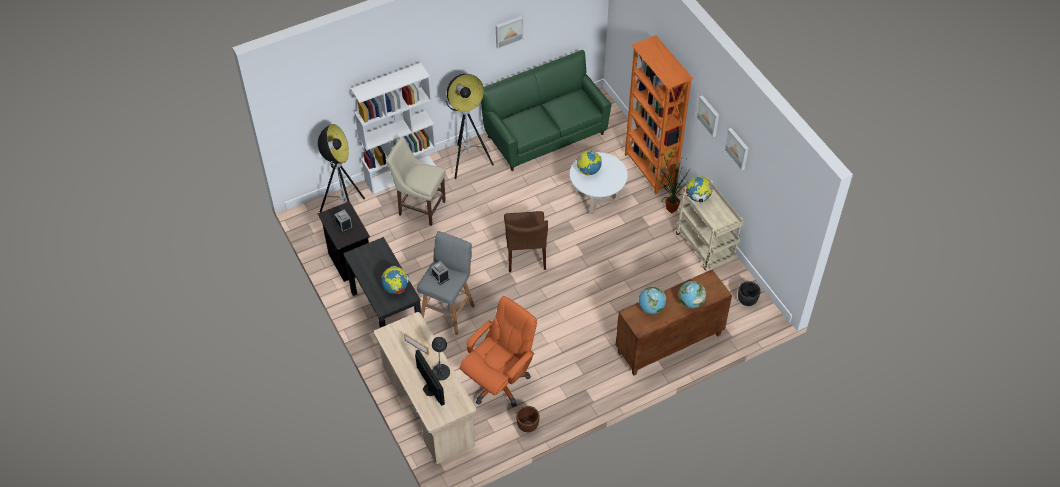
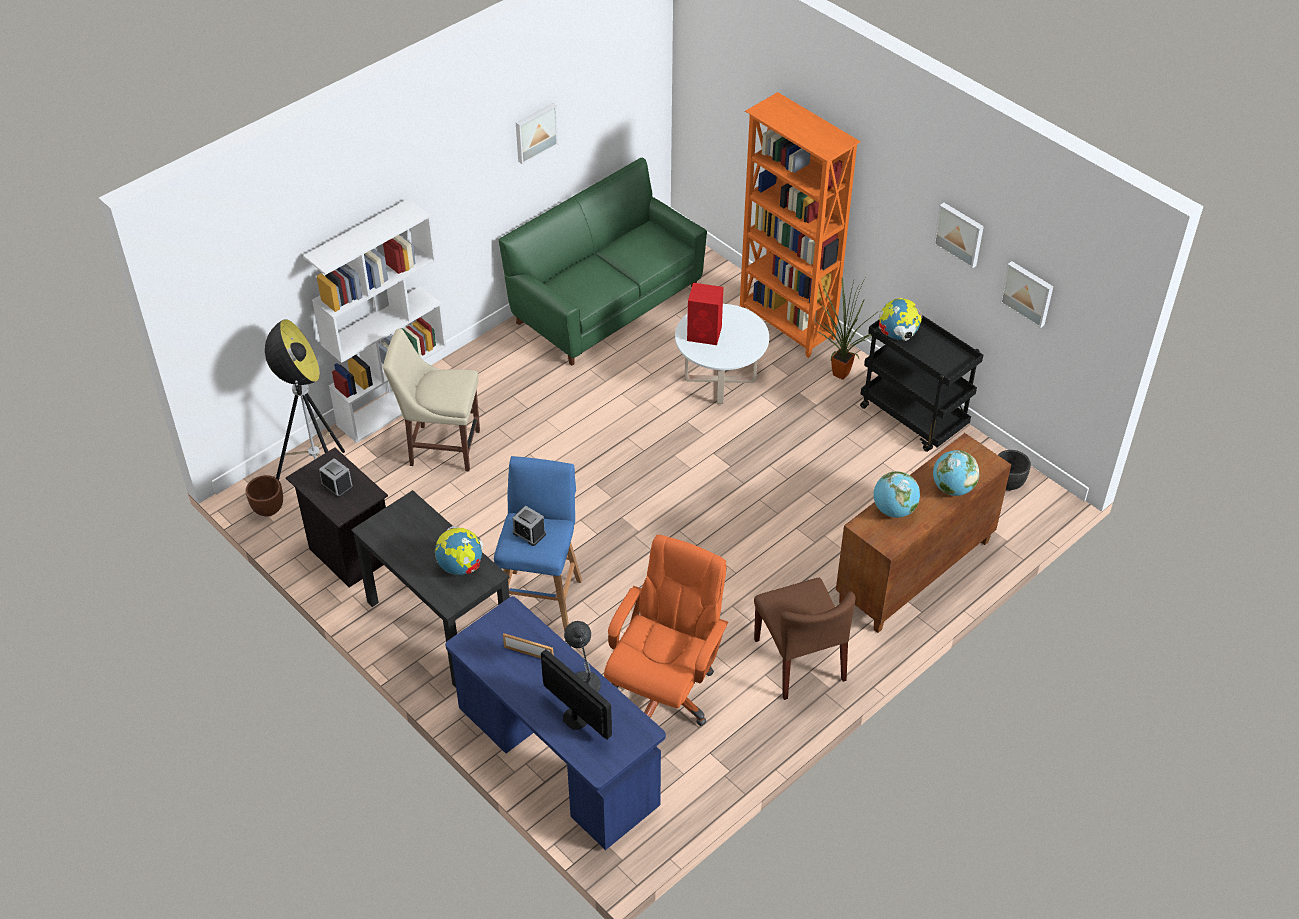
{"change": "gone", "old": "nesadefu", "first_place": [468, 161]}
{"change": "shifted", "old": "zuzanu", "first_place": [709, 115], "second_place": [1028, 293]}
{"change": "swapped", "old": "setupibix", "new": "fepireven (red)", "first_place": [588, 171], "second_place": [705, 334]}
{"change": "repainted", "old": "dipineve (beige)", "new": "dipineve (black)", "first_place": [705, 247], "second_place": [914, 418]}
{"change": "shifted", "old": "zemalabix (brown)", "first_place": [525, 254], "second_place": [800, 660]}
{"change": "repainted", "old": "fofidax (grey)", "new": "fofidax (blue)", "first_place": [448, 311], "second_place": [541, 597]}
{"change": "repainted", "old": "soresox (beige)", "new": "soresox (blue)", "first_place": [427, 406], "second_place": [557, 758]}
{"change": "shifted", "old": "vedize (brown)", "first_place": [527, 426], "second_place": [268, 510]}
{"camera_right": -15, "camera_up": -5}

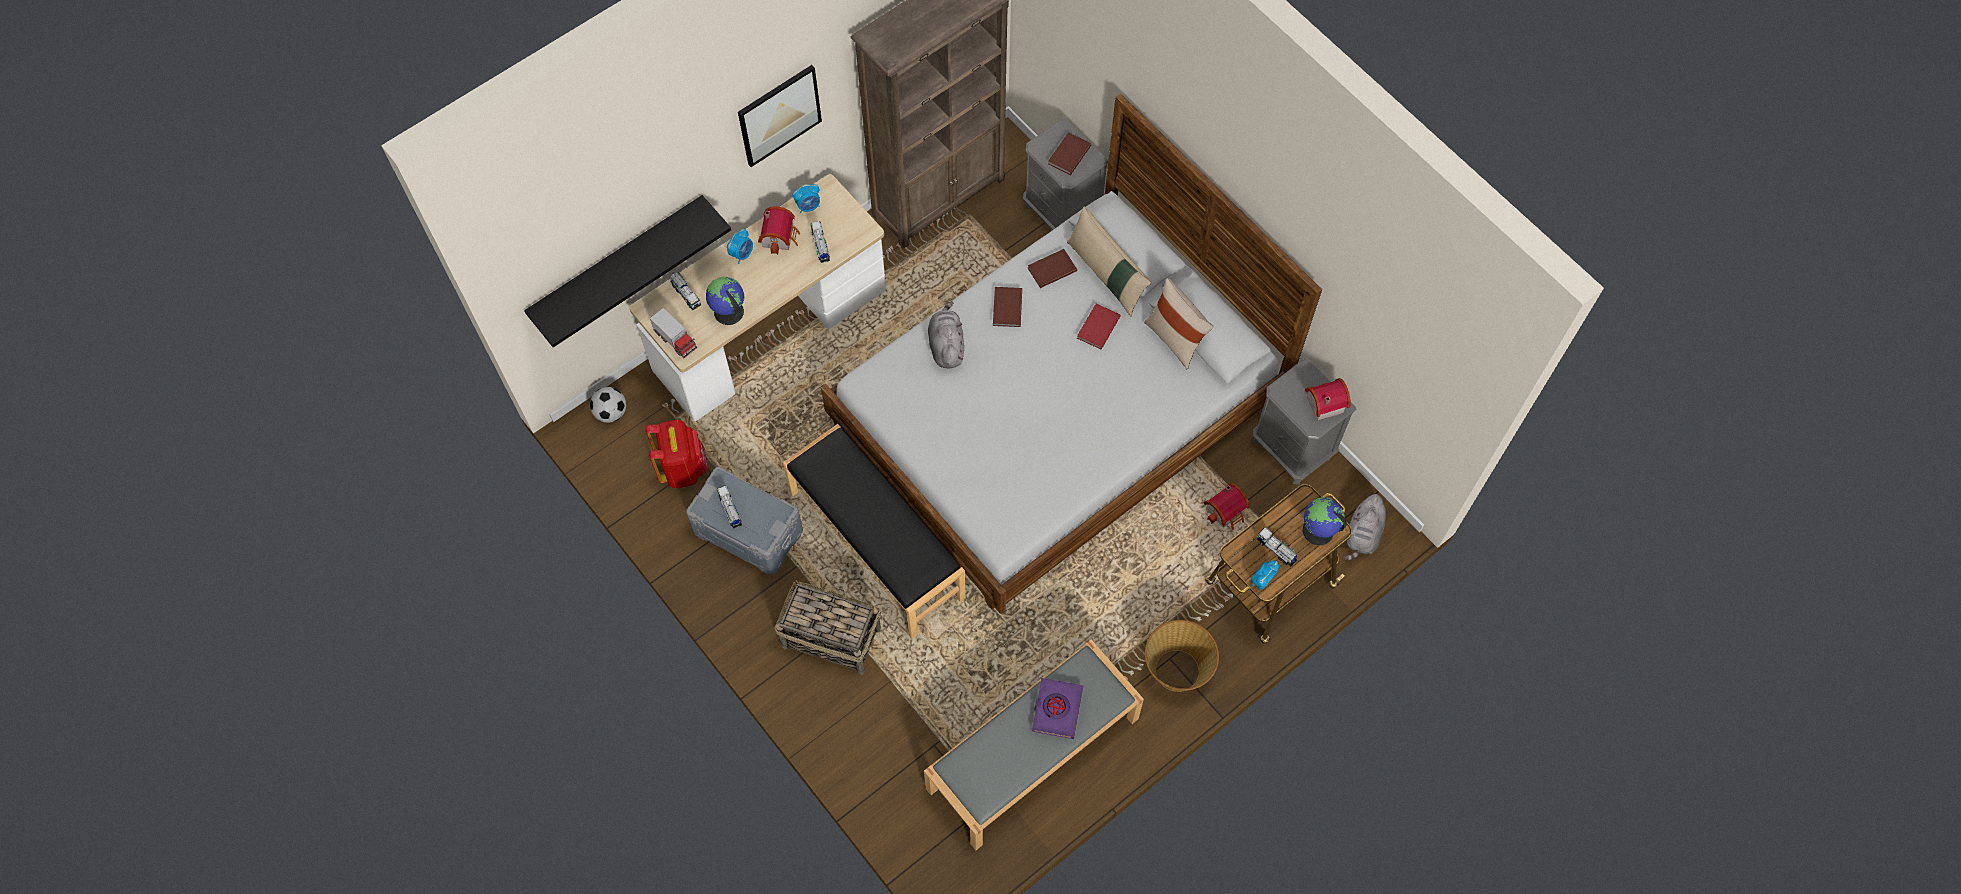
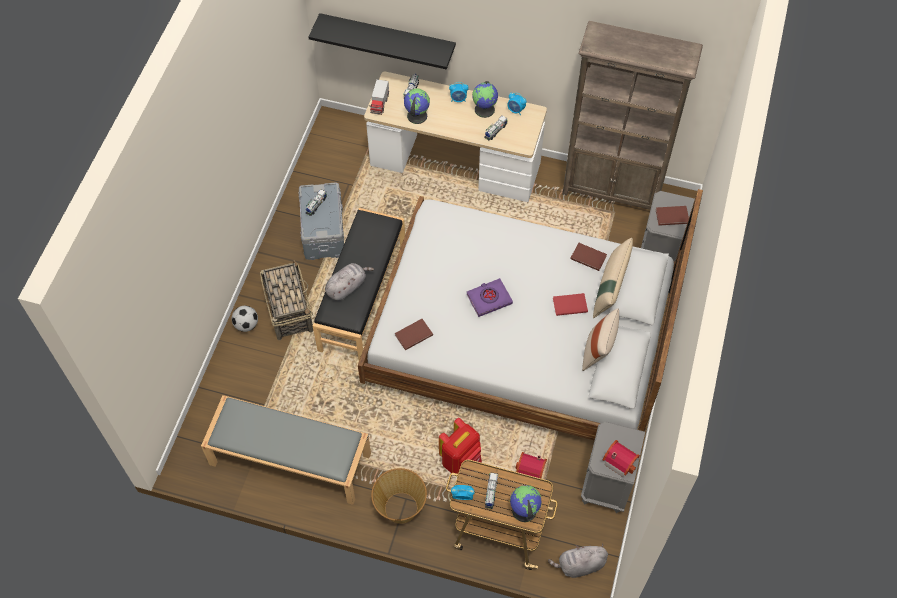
{"change": "gone", "old": "zuzanu", "first_place": [779, 115]}
{"change": "swapped", "old": "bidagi", "new": "setupibix", "first_place": [780, 236], "second_place": [485, 109]}
{"change": "shifted", "old": "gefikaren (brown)", "first_place": [1006, 308], "second_place": [413, 334]}
{"change": "shifted", "old": "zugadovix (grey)", "first_place": [946, 345], "second_place": [347, 287]}
{"change": "shifted", "old": "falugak", "first_place": [611, 412], "second_place": [246, 325]}
{"change": "shifted", "old": "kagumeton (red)", "first_place": [683, 468], "second_place": [461, 460]}
{"change": "shifted", "old": "gefikaren (purple)", "first_place": [1056, 709], "second_place": [489, 299]}
{"camera_right": 55, "camera_up": -5}

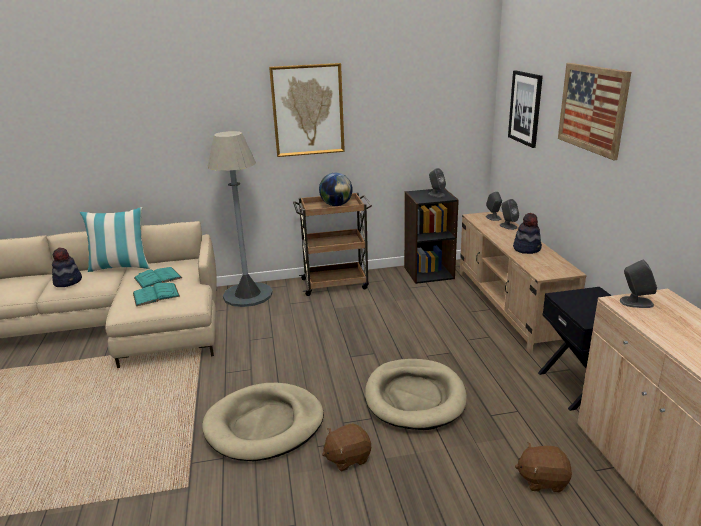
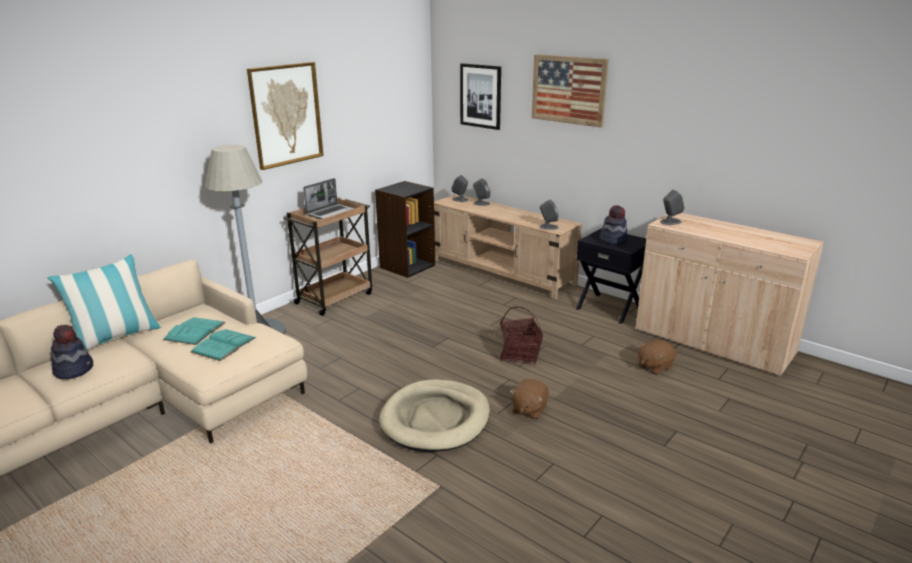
{"change": "shifted", "old": "fepireven (grey)", "first_place": [436, 194], "second_place": [548, 227]}
{"change": "swapped", "old": "setupibix", "new": "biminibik", "first_place": [336, 205], "second_place": [331, 212]}
{"change": "shifted", "old": "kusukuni", "first_place": [527, 248], "second_place": [613, 240]}
{"change": "swapped", "old": "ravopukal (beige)", "new": "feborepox", "first_place": [415, 397], "second_place": [519, 354]}
{"camera_right": -40, "camera_up": 0}

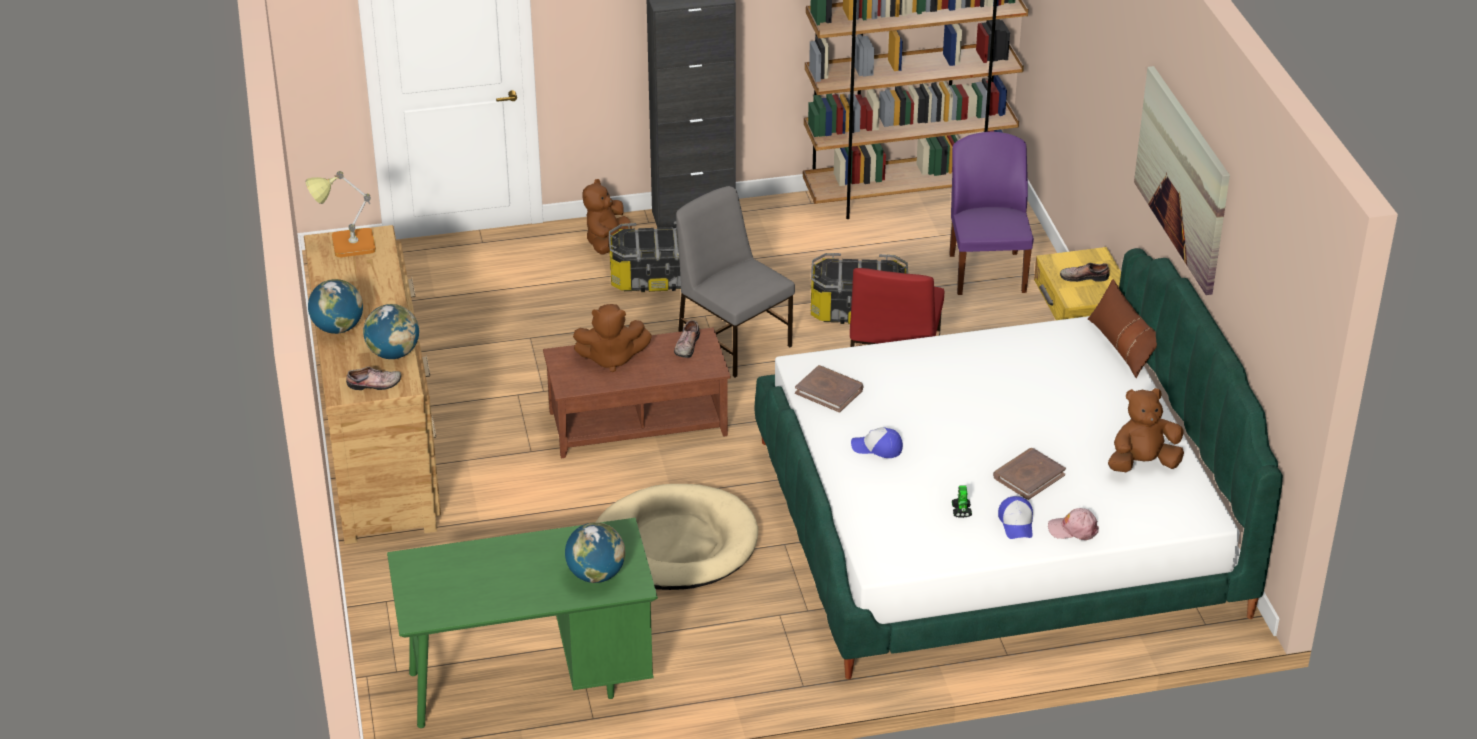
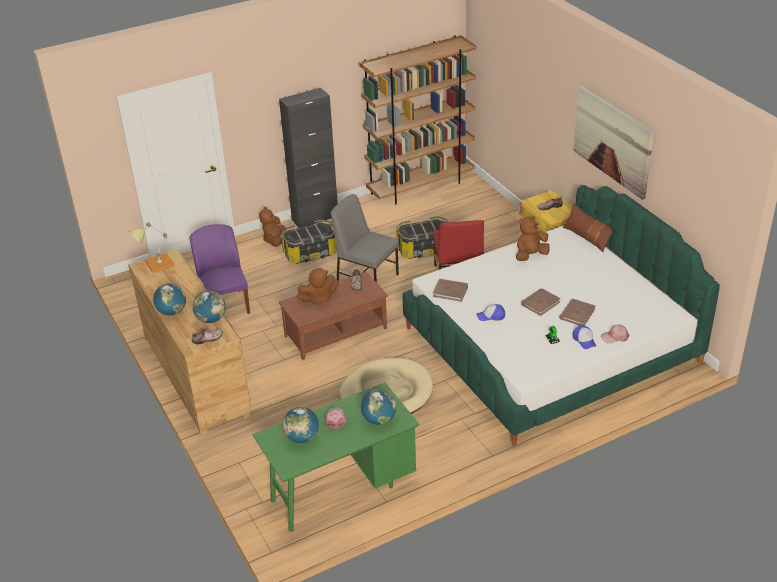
{"change": "shifted", "old": "zemalabix (purple)", "first_place": [987, 272], "second_place": [225, 305]}
{"change": "shifted", "old": "zugadovix (brown)", "first_place": [1142, 464], "second_place": [530, 255]}
{"change": "new", "new": "gefikaren (brown)", "second_place": [540, 303]}
{"change": "new", "new": "setupibix", "second_place": [302, 437]}
{"change": "new", "new": "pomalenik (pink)", "second_place": [335, 419]}
{"camera_right": -15, "camera_up": 0}

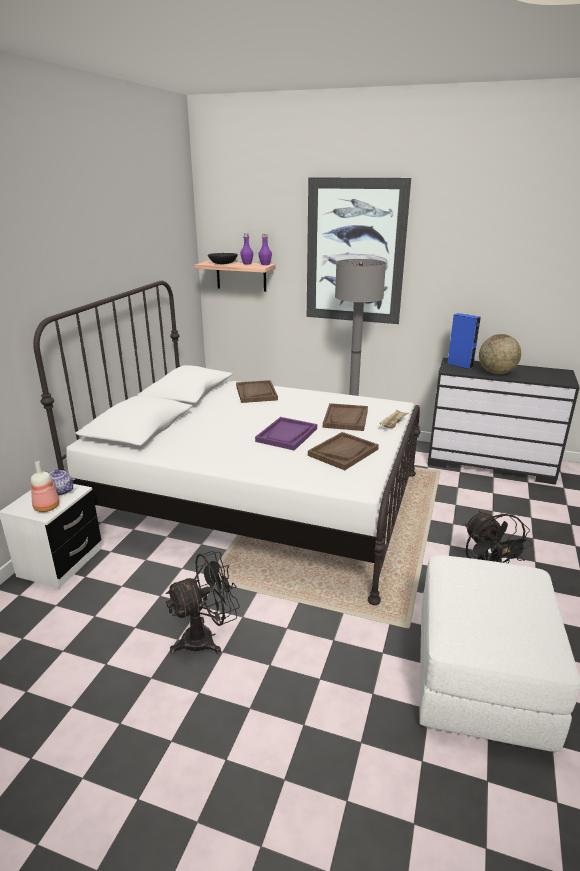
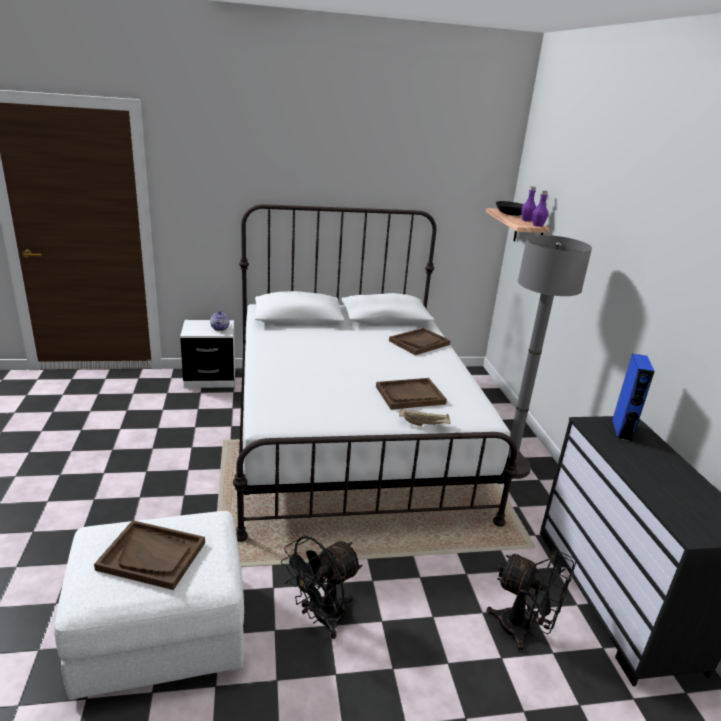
{"change": "gone", "old": "zuzanu", "first_place": [355, 252]}
{"change": "gone", "old": "setupibix", "first_place": [496, 373]}
{"change": "gone", "old": "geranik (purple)", "first_place": [287, 435]}
{"change": "shifted", "old": "geranik (brown)", "first_place": [343, 452], "second_place": [152, 556]}
{"change": "gone", "old": "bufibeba", "first_place": [47, 508]}
{"change": "shifted", "old": "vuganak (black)", "first_place": [206, 638], "second_place": [523, 630]}
{"camera_right": 60, "camera_up": 0}

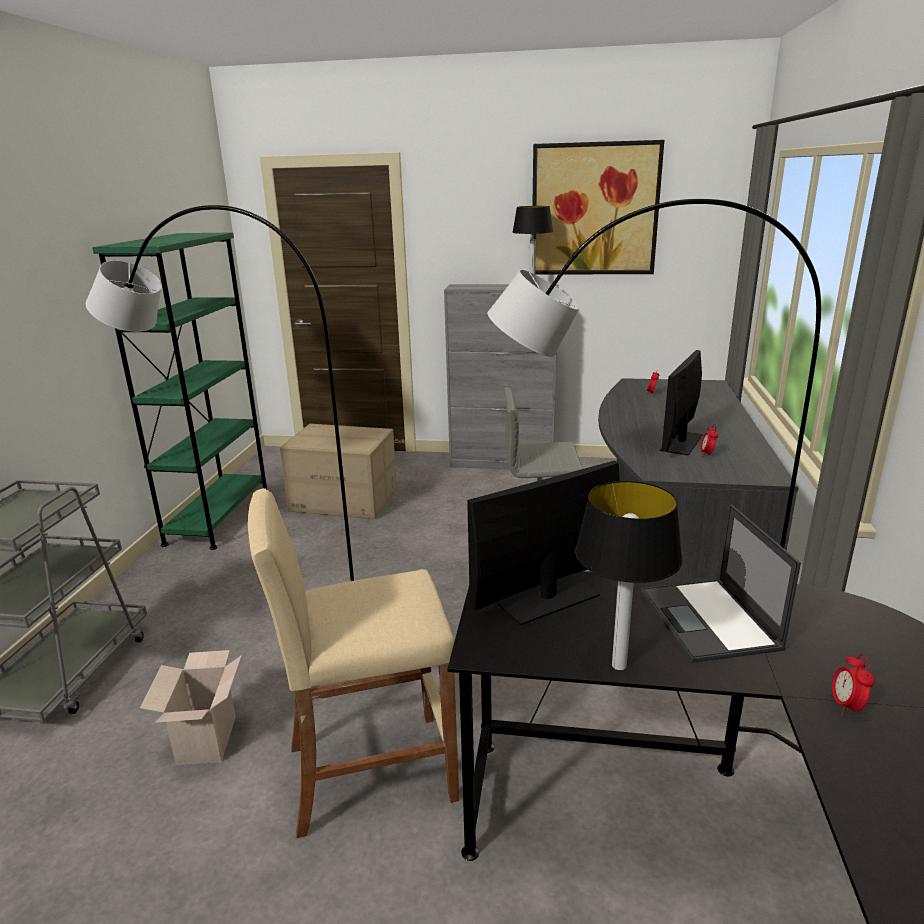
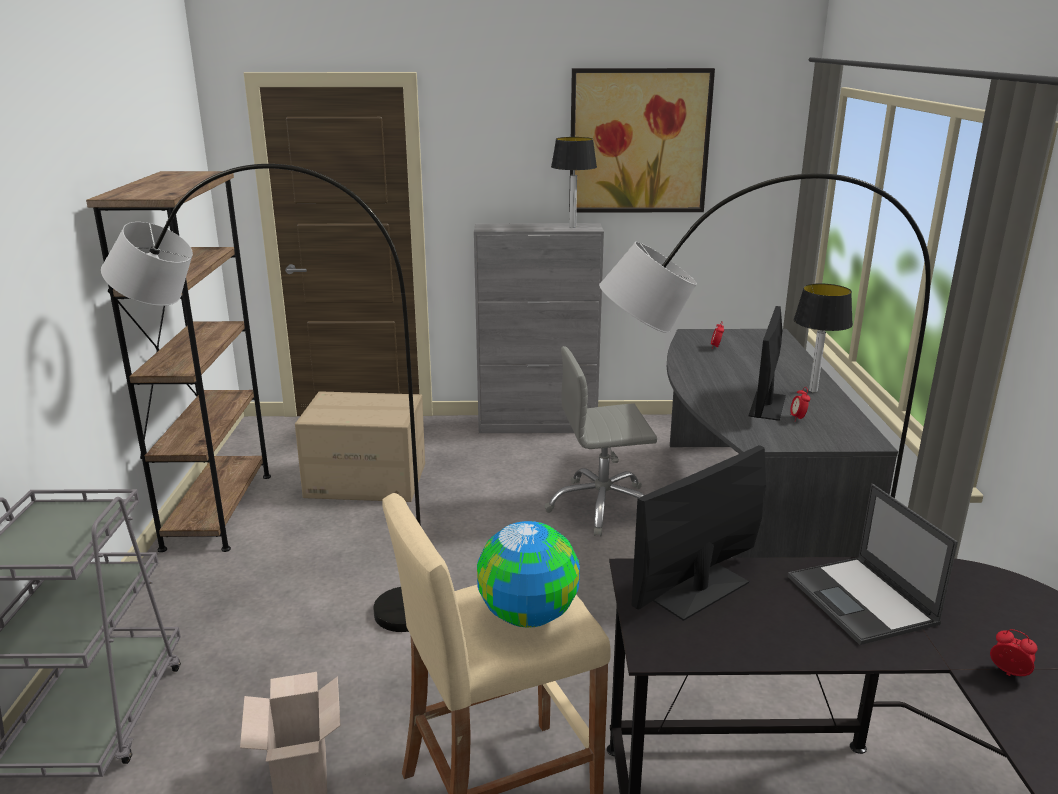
{"change": "repainted", "old": "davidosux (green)", "new": "davidosux (brown)", "first_place": [218, 517], "second_place": [218, 510]}
{"change": "shifted", "old": "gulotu", "first_place": [619, 666], "second_place": [813, 391]}
{"change": "rotated", "old": "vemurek", "first_place": [846, 706], "second_place": [1008, 674], "degrees": 135}
{"change": "new", "new": "setupibix", "second_place": [528, 615]}
{"camera_right": -10, "camera_up": 0}

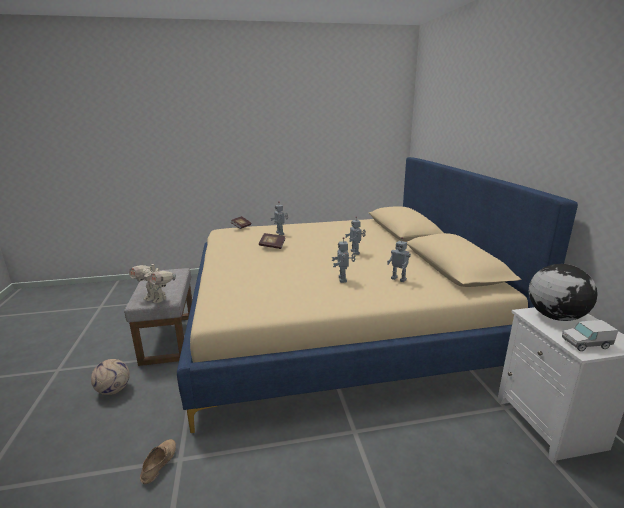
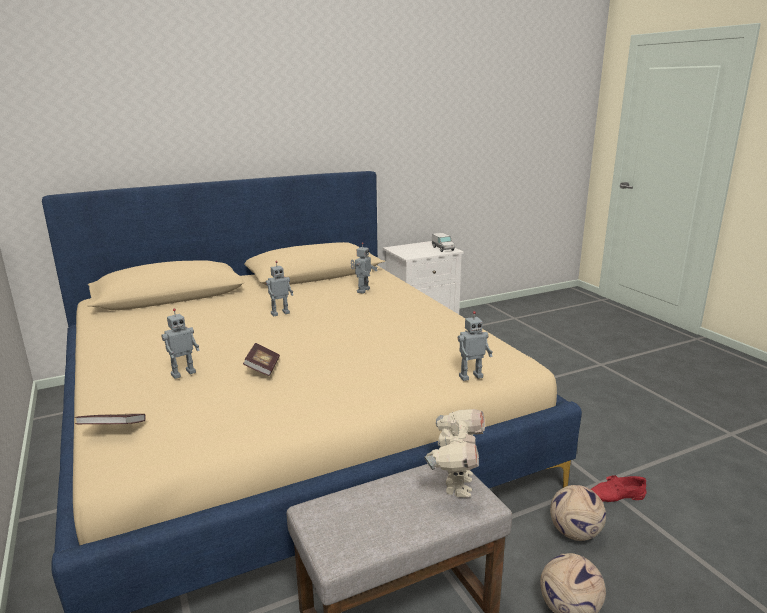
{"change": "shifted", "old": "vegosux", "first_place": [343, 279], "second_place": [470, 376]}
{"change": "gone", "old": "setupibix", "first_place": [555, 316]}
{"change": "repainted", "old": "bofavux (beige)", "new": "bofavux (red)", "first_place": [158, 463], "second_place": [617, 496]}
{"change": "new", "new": "falugak", "second_place": [574, 533]}
{"camera_right": -105, "camera_up": 0}

